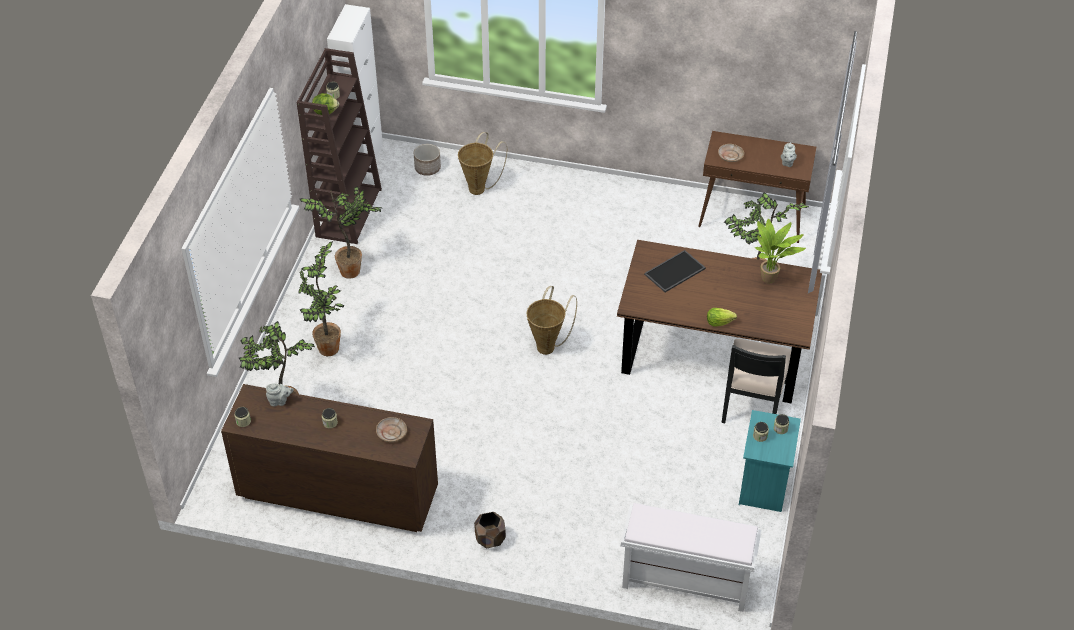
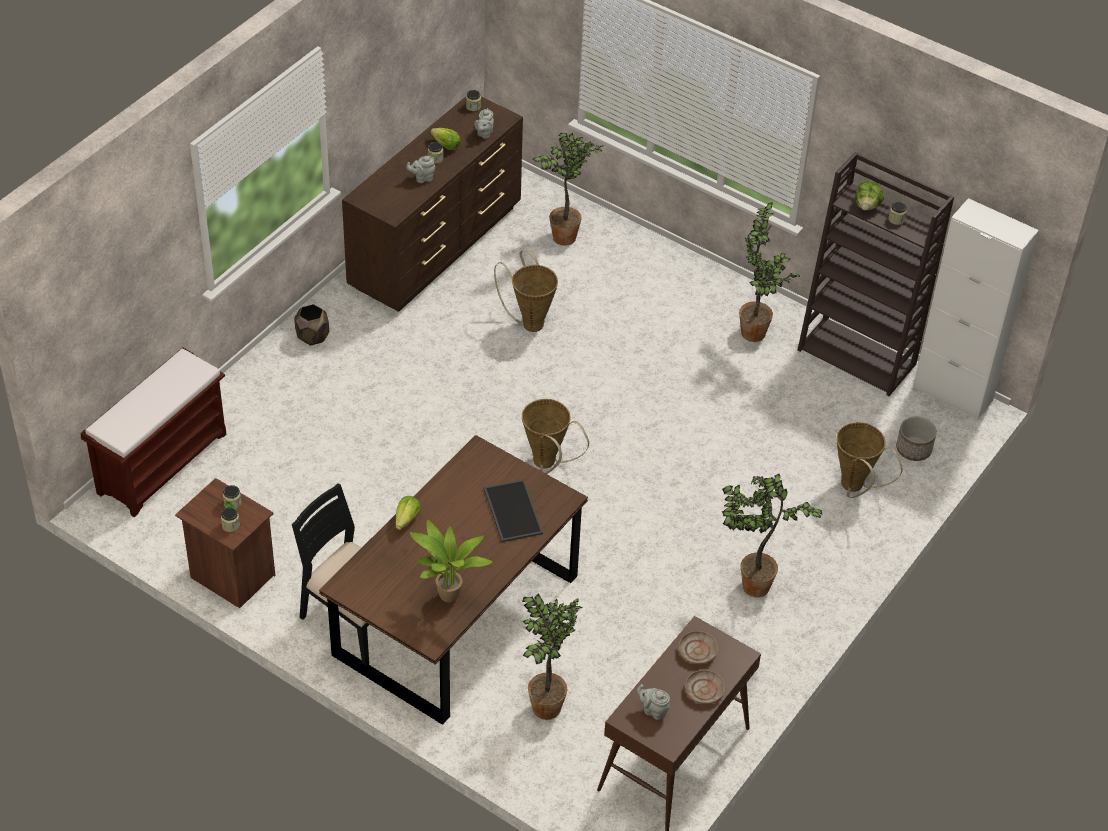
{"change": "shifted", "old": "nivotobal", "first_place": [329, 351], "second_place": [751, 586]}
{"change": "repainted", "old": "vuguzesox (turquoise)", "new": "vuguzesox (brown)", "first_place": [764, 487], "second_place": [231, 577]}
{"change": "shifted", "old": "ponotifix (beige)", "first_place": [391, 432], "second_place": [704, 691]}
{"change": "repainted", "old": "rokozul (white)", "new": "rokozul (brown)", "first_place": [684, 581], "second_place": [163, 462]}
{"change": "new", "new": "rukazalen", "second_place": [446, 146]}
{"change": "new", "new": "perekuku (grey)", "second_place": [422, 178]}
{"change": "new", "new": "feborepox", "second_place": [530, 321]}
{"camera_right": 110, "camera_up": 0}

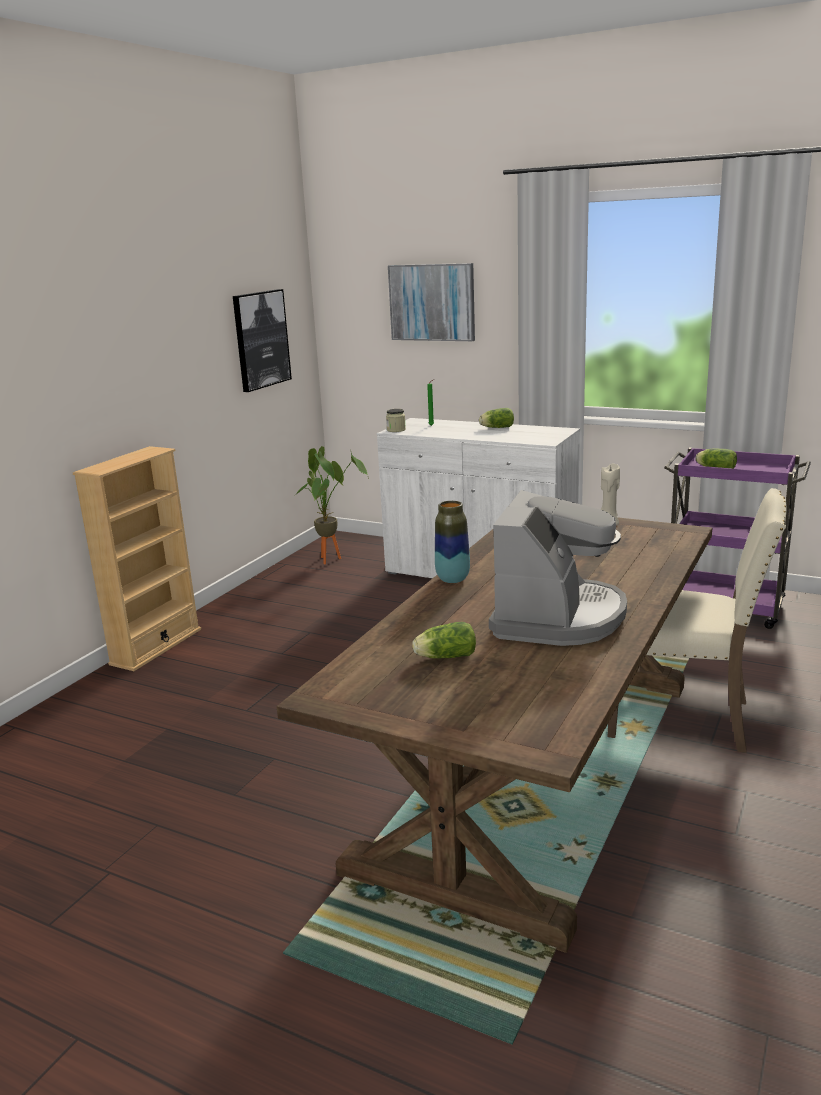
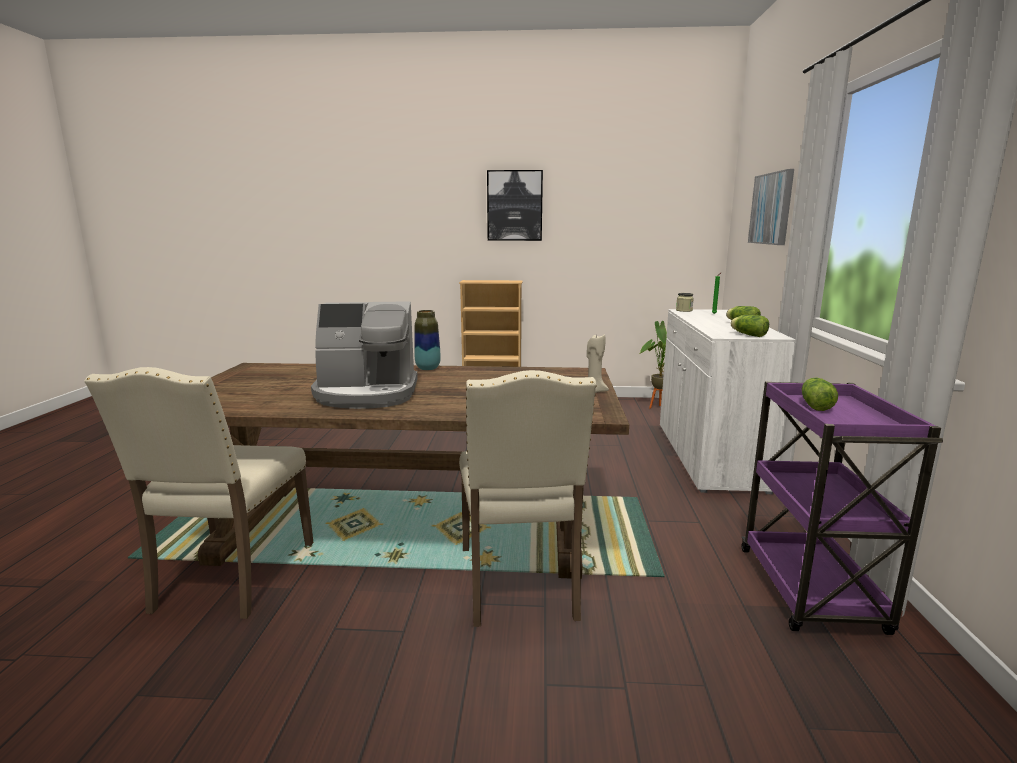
{"change": "shifted", "old": "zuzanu", "first_place": [261, 339], "second_place": [514, 206]}
{"change": "shifted", "old": "rukazalen", "first_place": [444, 657], "second_place": [747, 334]}
{"change": "new", "new": "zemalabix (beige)", "second_place": [231, 577]}
{"camera_right": 65, "camera_up": -5}

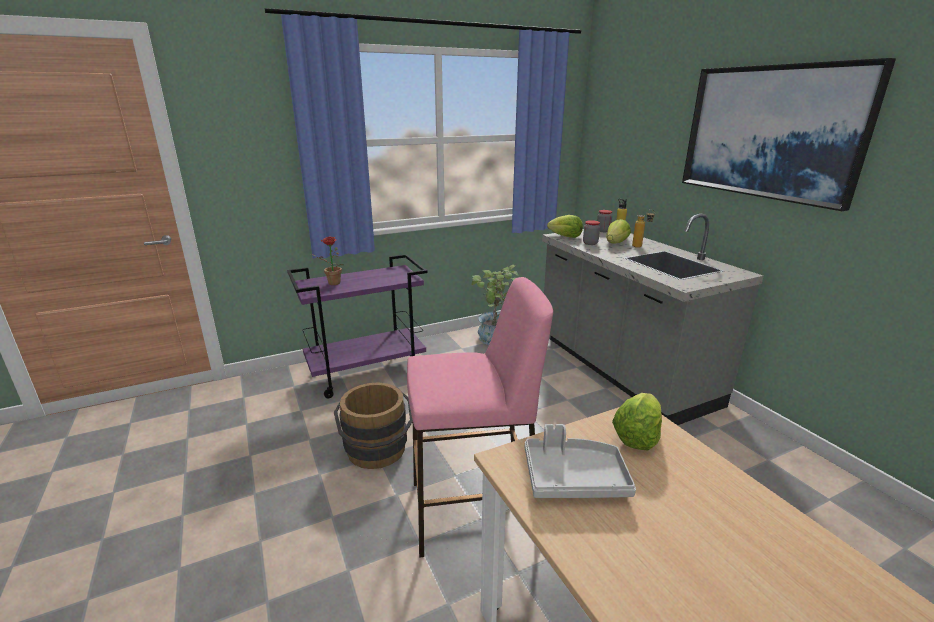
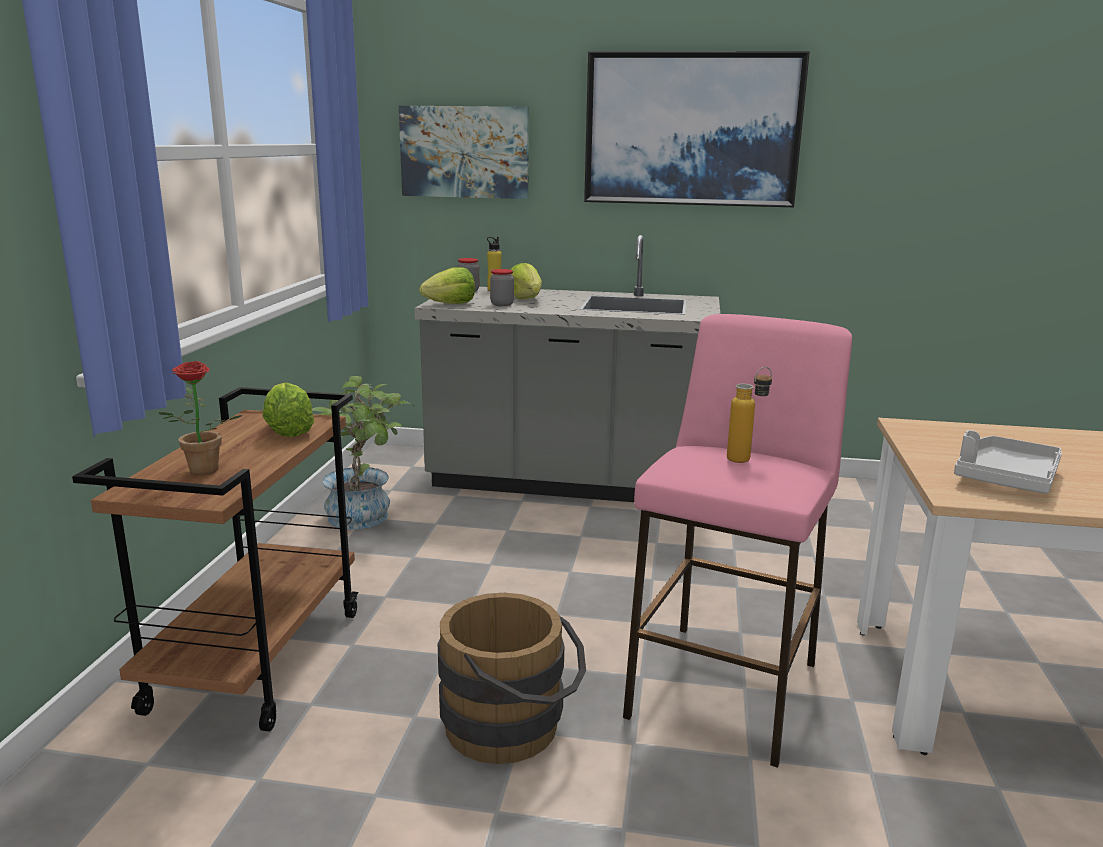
{"change": "shifted", "old": "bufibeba", "first_place": [640, 247], "second_place": [746, 458]}
{"change": "repainted", "old": "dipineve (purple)", "new": "dipineve (brown)", "first_place": [367, 373], "second_place": [257, 658]}
{"change": "shifted", "old": "rukazalen", "first_place": [637, 436], "second_place": [288, 431]}
{"change": "new", "new": "zuzanu", "second_place": [465, 152]}
{"camera_right": -55, "camera_up": -5}

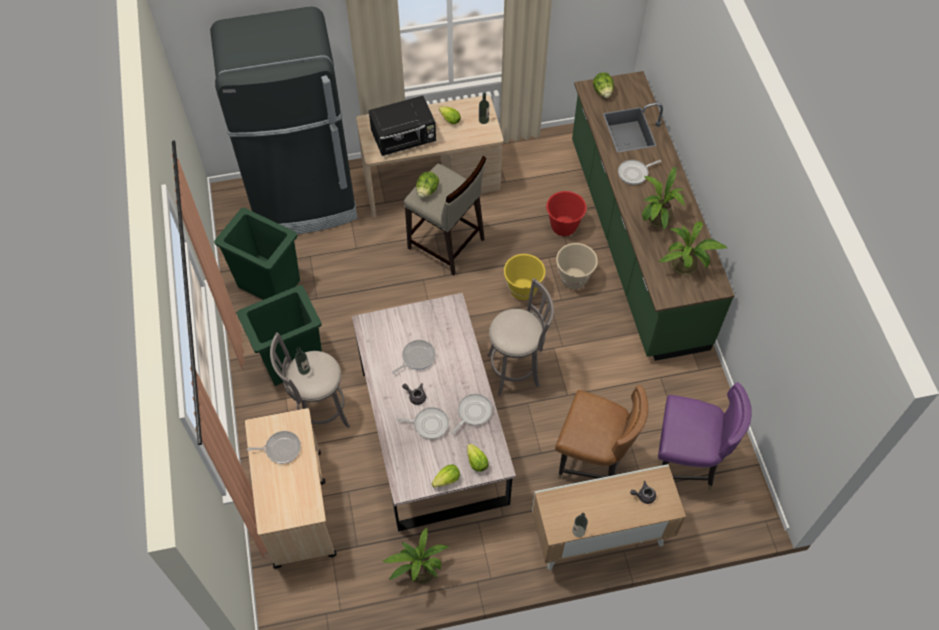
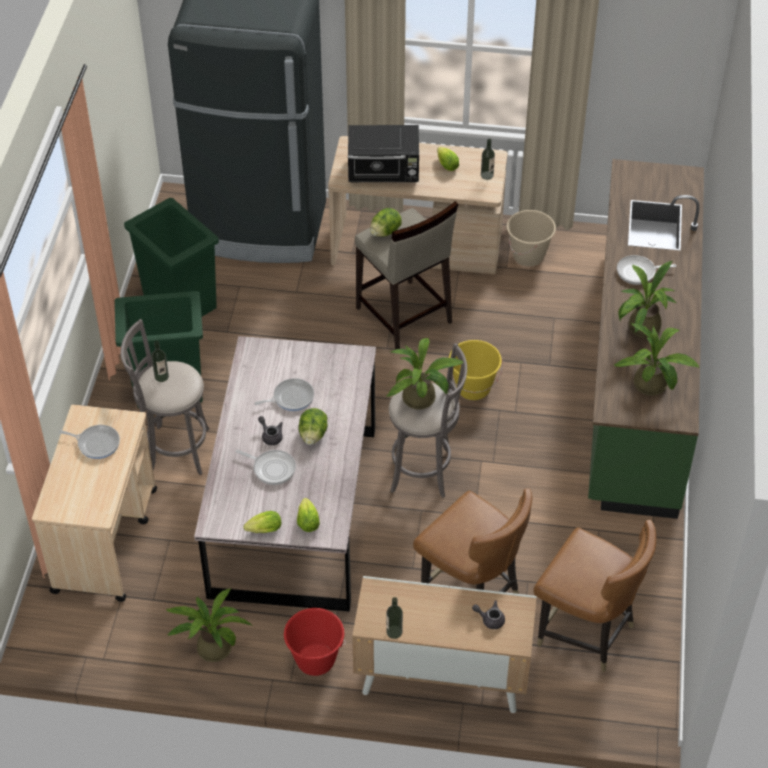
{"change": "shifted", "old": "rukazalen", "first_place": [602, 92], "second_place": [313, 435]}
{"change": "shifted", "old": "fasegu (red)", "first_place": [563, 226], "second_place": [315, 660]}
{"change": "shifted", "old": "fasegu (beige)", "first_place": [574, 278], "second_place": [528, 256]}
{"change": "repainted", "old": "zemalabix (purple)", "new": "zemalabix (brown)", "first_place": [685, 462], "second_place": [586, 632]}
{"change": "gone", "old": "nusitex", "first_place": [473, 413]}
{"change": "new", "new": "nivotobal", "second_place": [423, 399]}
{"camera_right": 20, "camera_up": -10}

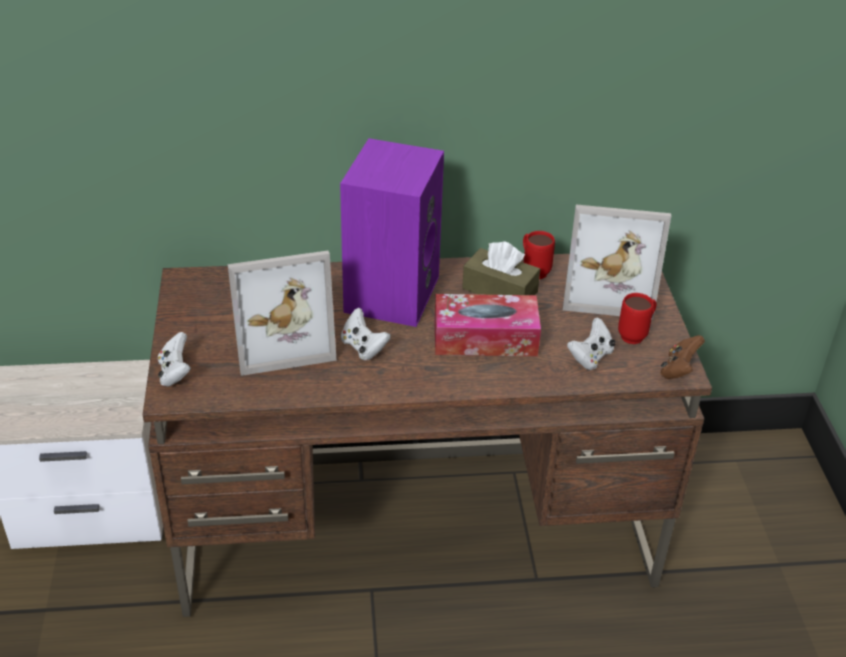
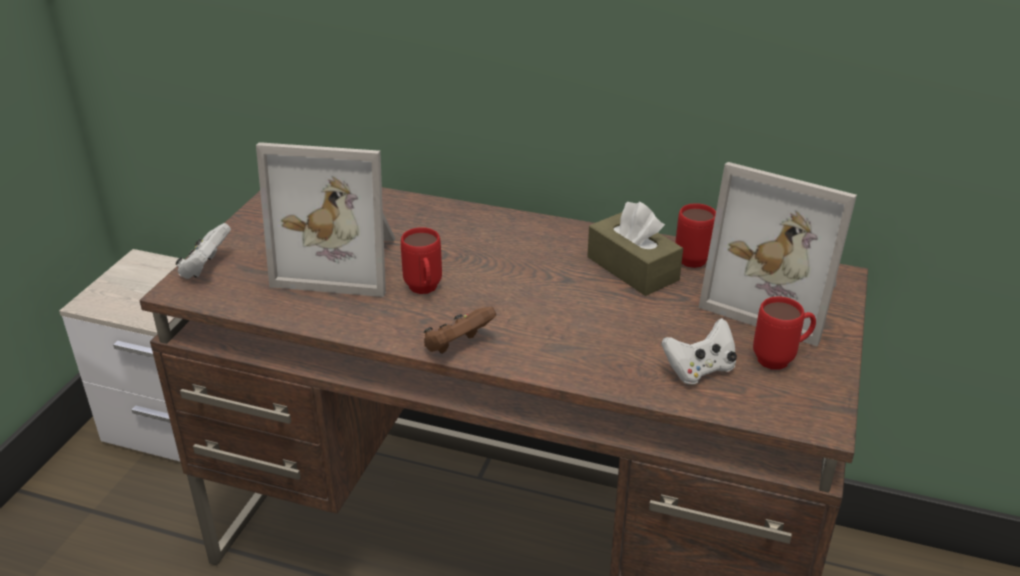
{"change": "gone", "old": "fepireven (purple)", "first_place": [390, 292]}
{"change": "gone", "old": "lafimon", "first_place": [485, 338]}
{"change": "swapped", "old": "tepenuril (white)", "new": "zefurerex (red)", "first_place": [363, 347], "second_place": [424, 291]}
{"change": "shifted", "old": "tepenuril (brown)", "first_place": [678, 370], "second_place": [457, 346]}
{"camera_right": 25, "camera_up": -5}

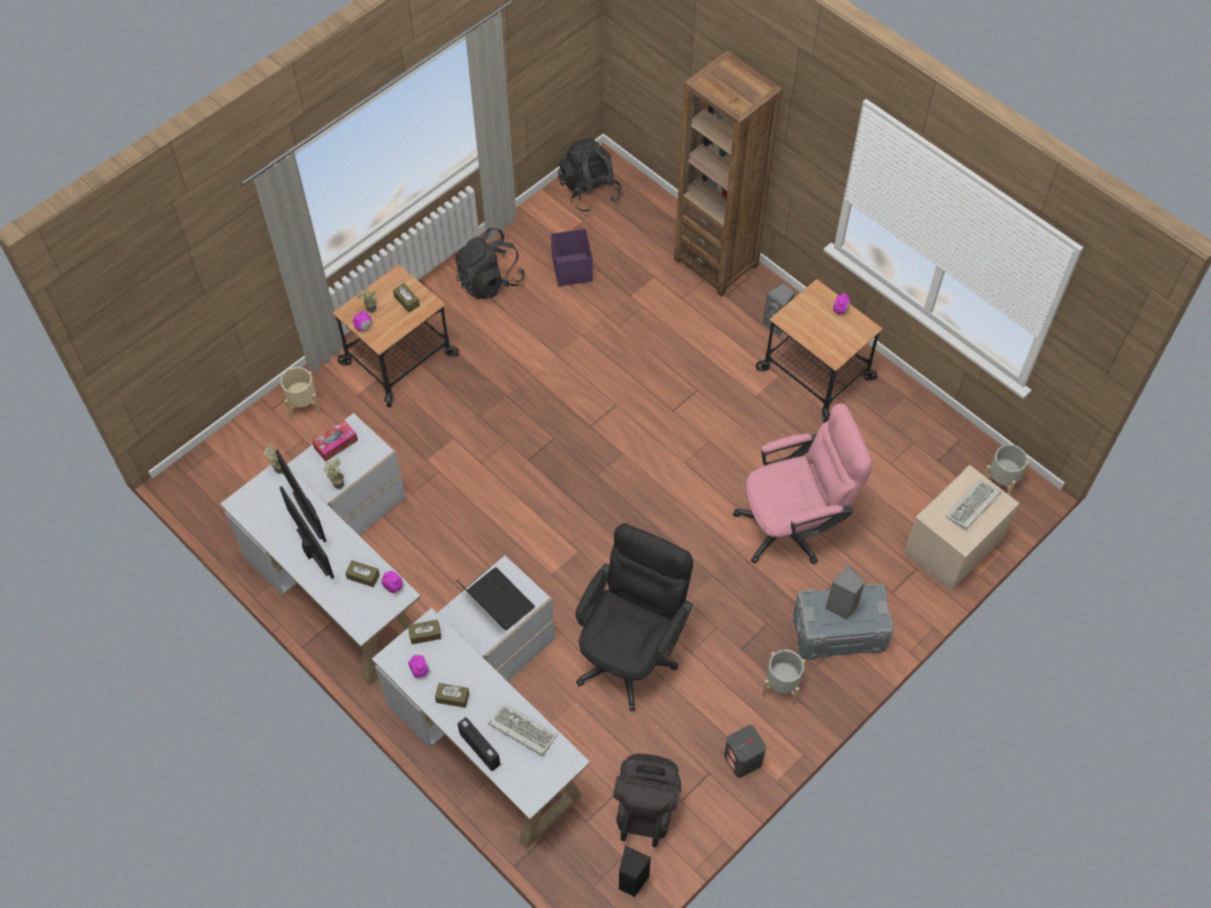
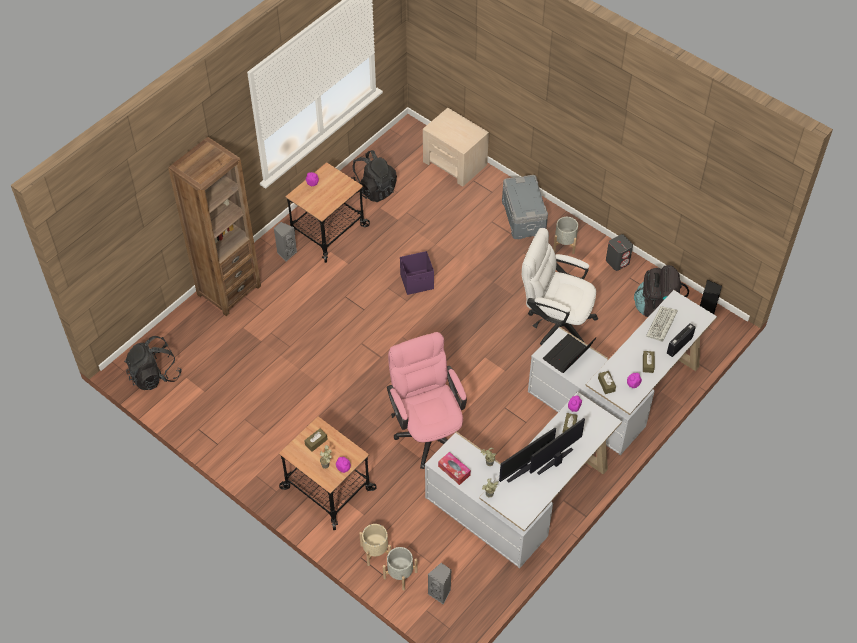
{"change": "shifted", "old": "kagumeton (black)", "first_place": [489, 281], "second_place": [374, 189]}
{"change": "shifted", "old": "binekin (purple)", "first_place": [572, 270], "second_place": [417, 282]}
{"change": "shifted", "old": "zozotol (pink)", "first_place": [794, 525], "second_place": [427, 430]}
{"change": "shifted", "old": "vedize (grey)", "first_place": [1001, 481], "second_place": [400, 575]}
{"change": "gone", "old": "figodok", "first_place": [972, 507]}
{"change": "repainted", "old": "zozotol (black)", "new": "zozotol (white)", "first_place": [631, 651], "second_place": [555, 322]}
{"change": "shifted", "old": "fepireven (grey)", "first_place": [841, 607], "second_place": [440, 593]}
{"camera_right": -95, "camera_up": -5}

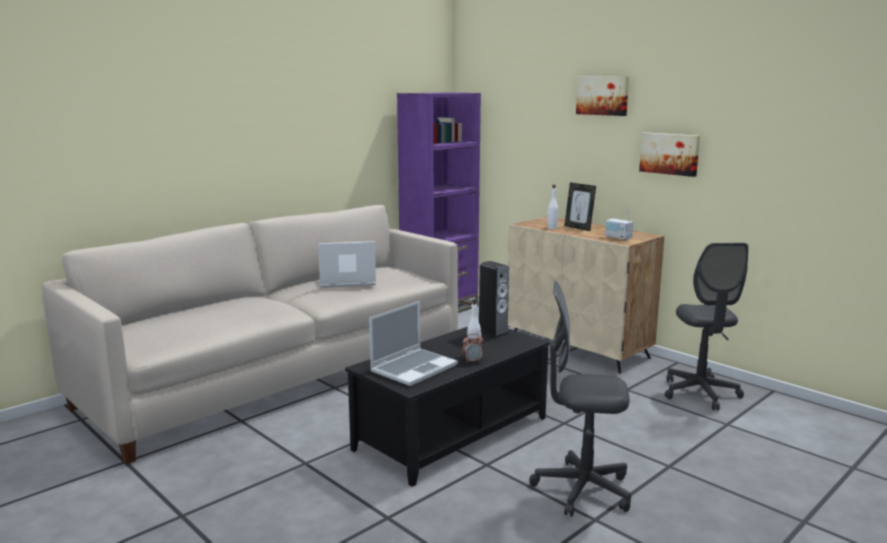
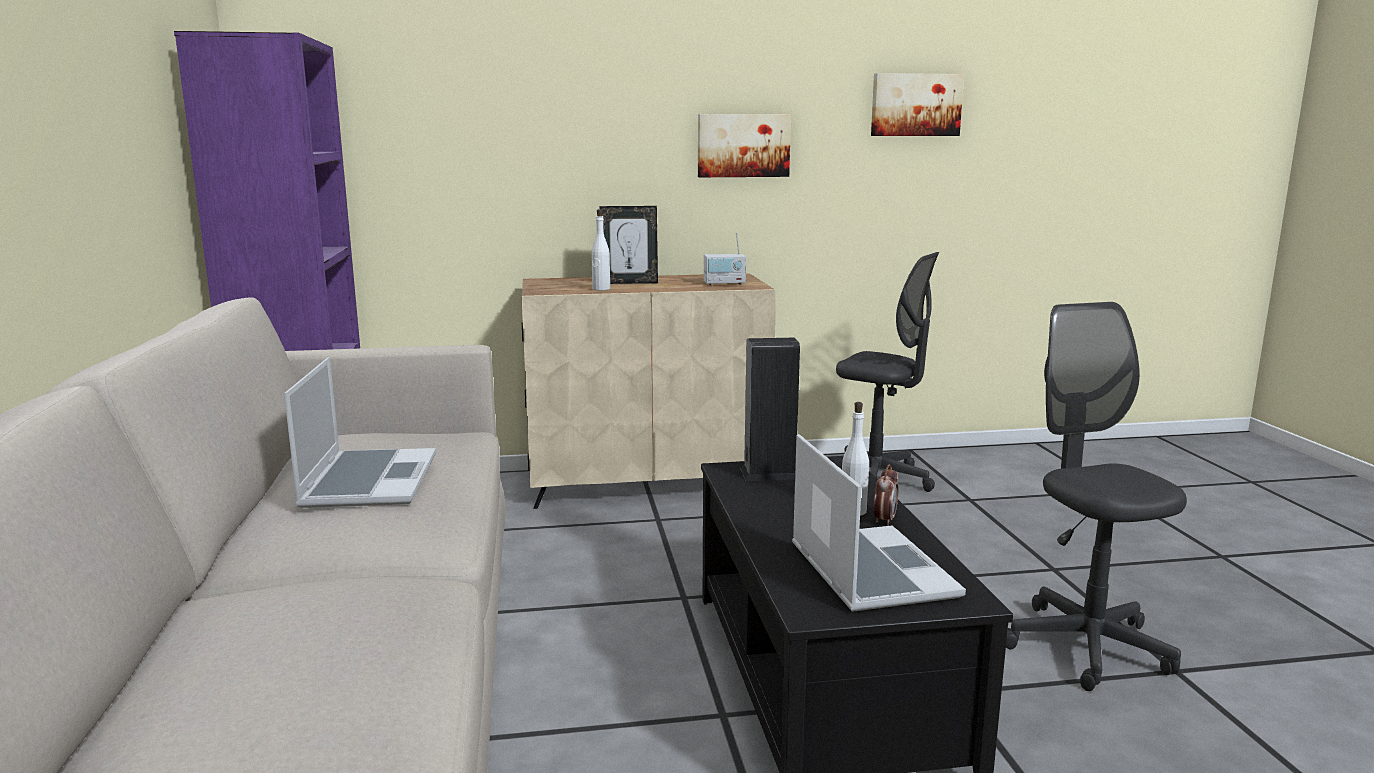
{"change": "shifted", "old": "zuzanu", "first_place": [603, 95], "second_place": [915, 105]}
{"change": "rotated", "old": "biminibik", "first_place": [346, 281], "second_place": [368, 481], "degrees": 150}
{"change": "rotated", "old": "zozotol (grey)", "first_place": [582, 489], "second_place": [1086, 647], "degrees": 120}
{"camera_right": -55, "camera_up": 0}

